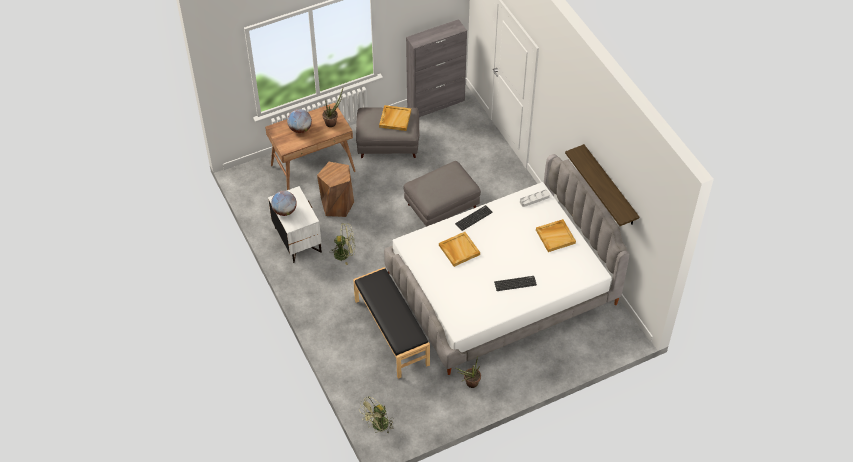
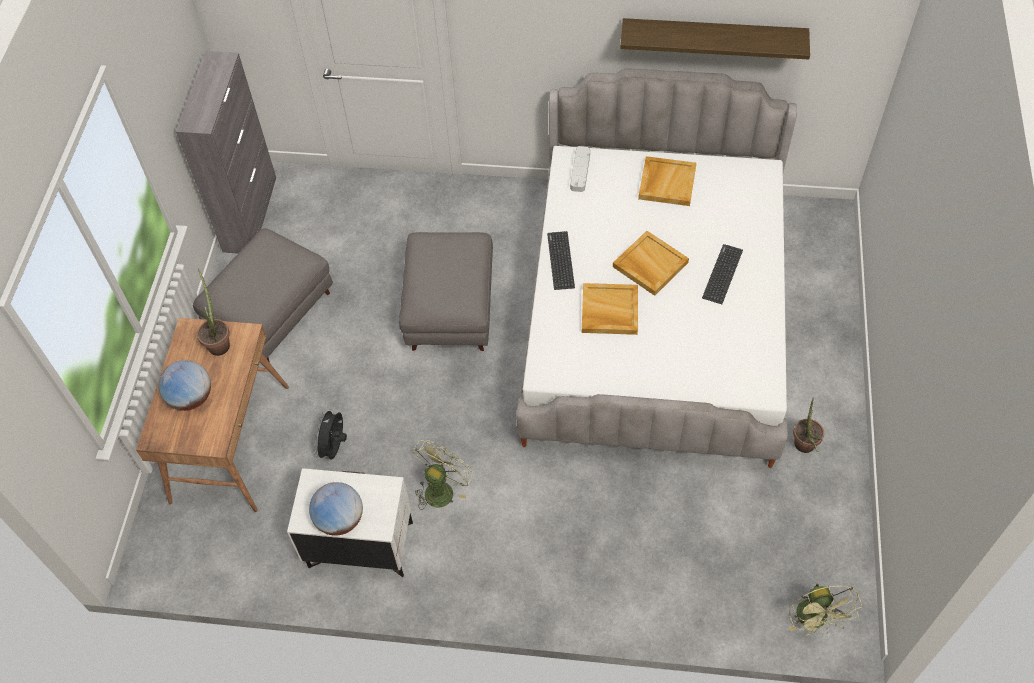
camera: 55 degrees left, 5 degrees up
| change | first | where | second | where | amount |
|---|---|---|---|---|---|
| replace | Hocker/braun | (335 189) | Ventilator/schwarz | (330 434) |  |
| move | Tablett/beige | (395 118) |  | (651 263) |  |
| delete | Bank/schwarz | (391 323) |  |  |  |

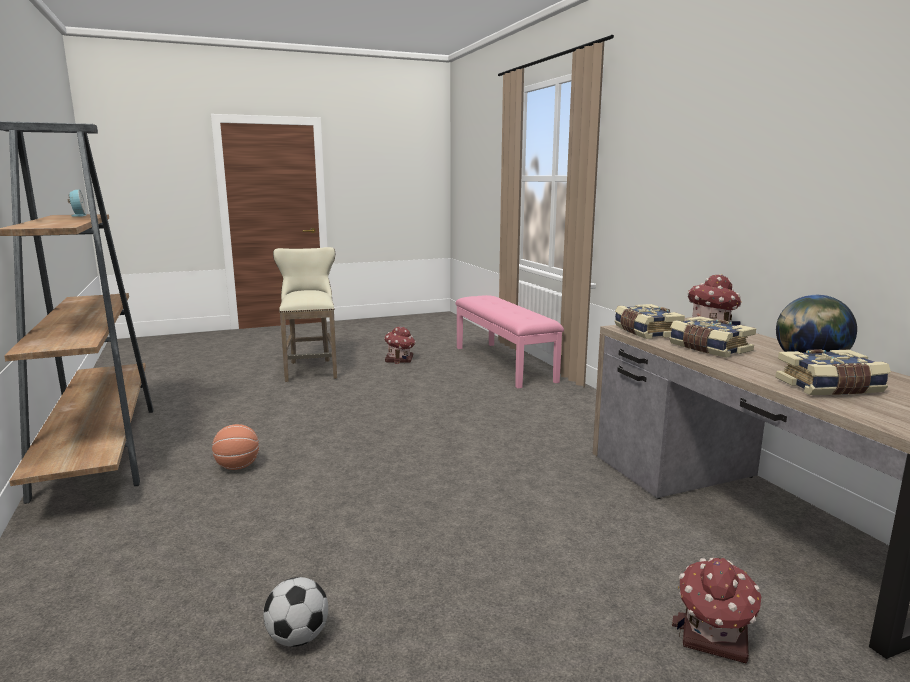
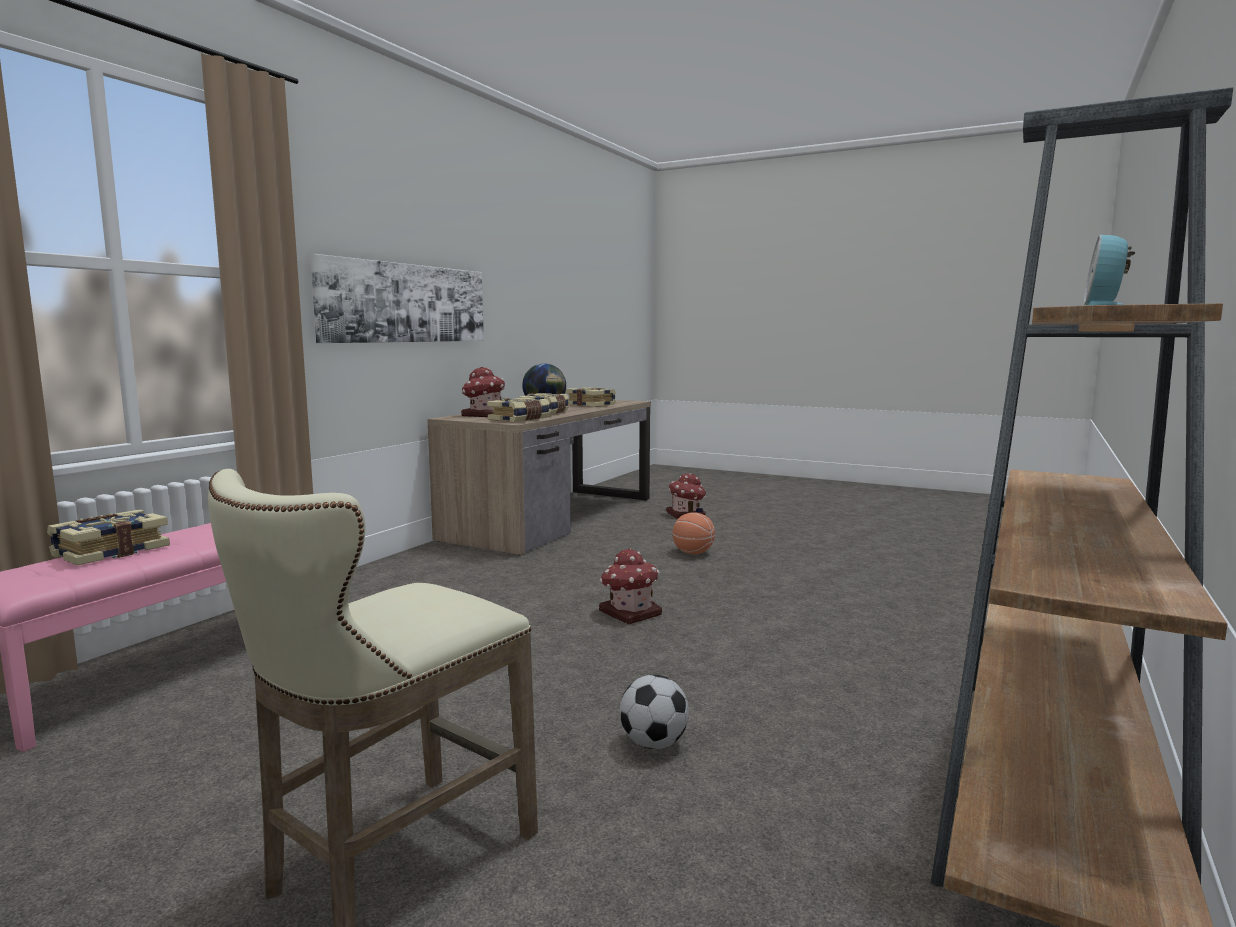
camera: 130 degrees left, 5 degrees down
| change | first | where | second | where | amount |
|---|---|---|---|---|---|
| insert |  |  | Buch | (108 537) |  |
| insert |  |  | Bild | (397 298) |  |
| move | Spielzeughaus | (400 345) |  | (630 586) |  |
| move | Fußball | (295 612) |  | (654 712) |  |
| move | Basketball | (235 447) |  | (694 533) |  |

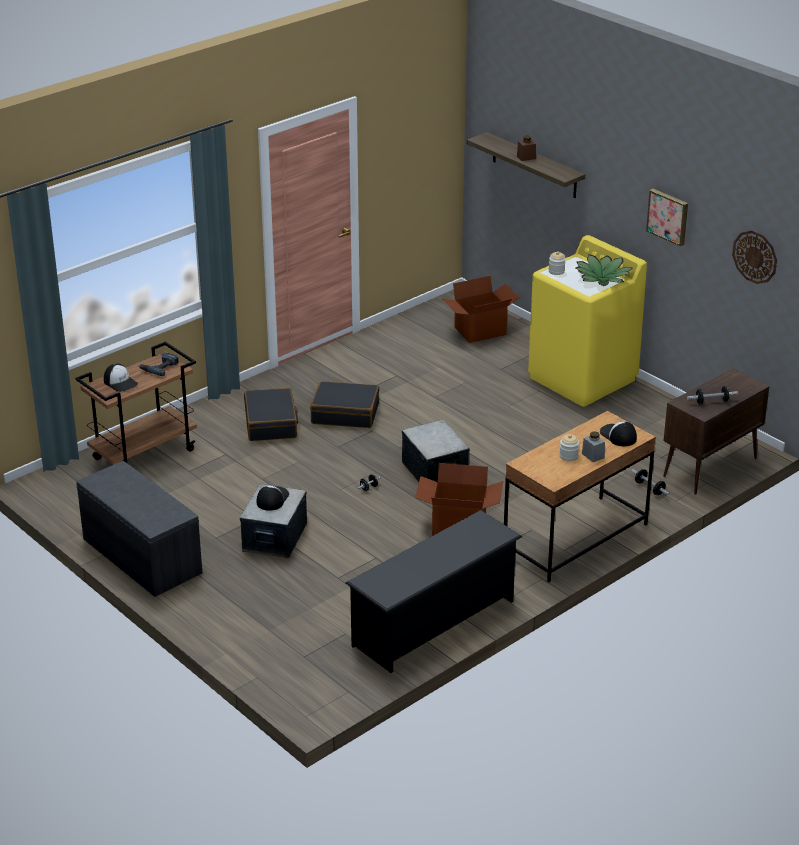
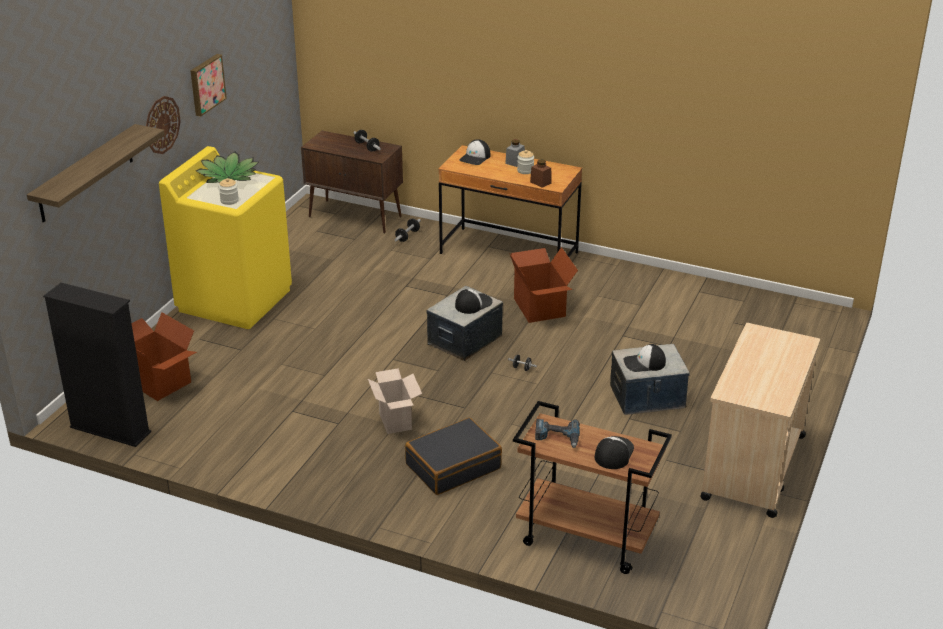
camera: 115 degrees left, 0 degrees up
| change | first | where | second | where | amount |
|---|---|---|---|---|---|
| insert |  |  | Bücherregal/schwarz | (97 365) |  |
| move | Wanduhr | (754 257) |  | (163 125) |  |
| replace | Koffer/schwarz | (344 404) | Karton | (395 401) |  |
| insert |  |  | Kappe | (474 301) |  |
| move | Vorratsglas/braun | (526 148) |  | (541 173) |  |
| replace | Bank/grau | (139 529) | Rollwagen/beige | (760 420) |  |
| delete | Schuhregal/schwarz | (434 591) |  |  |  |

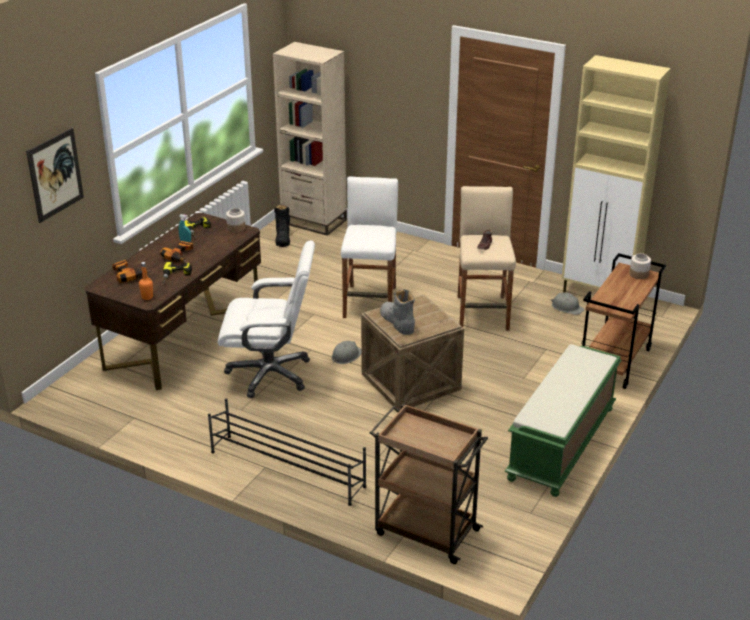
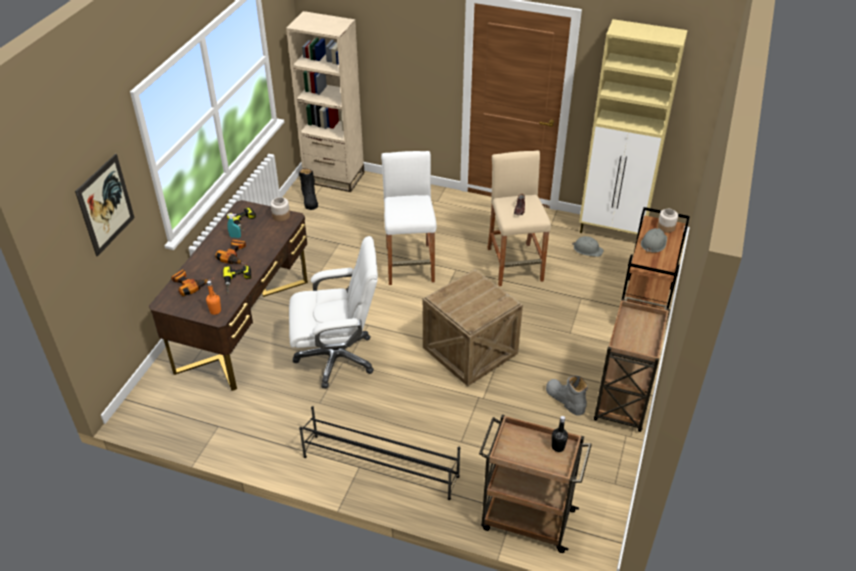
camera: 10 degrees left, 10 degrees up
| change | first | where | second | where | amount |
|---|---|---|---|---|---|
| move | Stiefel/grau | (397 312) |  | (567 395) |  |
| insert |  |  | Flasche/schwarz | (560 434) |  |
| replace | Bank/grün | (563 420) | Rollwagen/braun | (632 364) |  |
| move | Schutzhelm/grau | (346 352) |  | (654 240) |  |

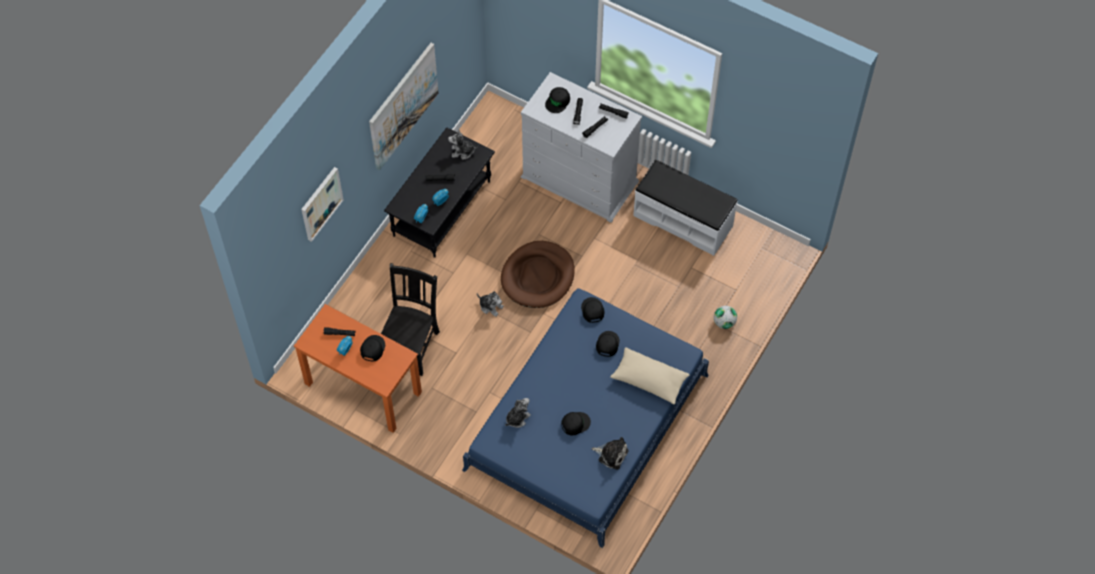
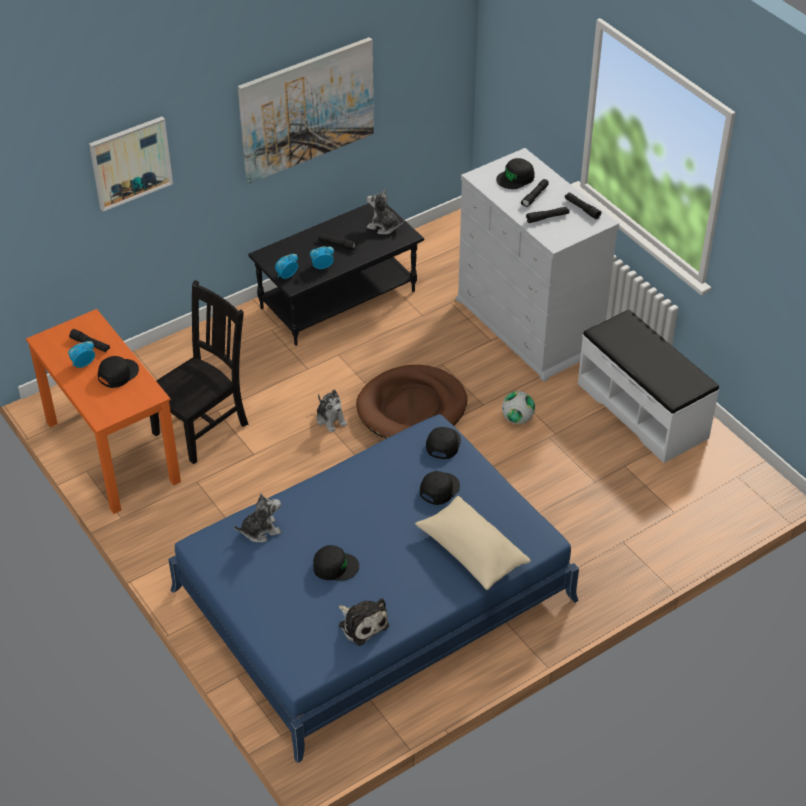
camera: 25 degrees right, 15 degrees down
| change | first | where | second | where | amount |
|---|---|---|---|---|---|
| move | Fußball | (725 317) |  | (518 407) |  |

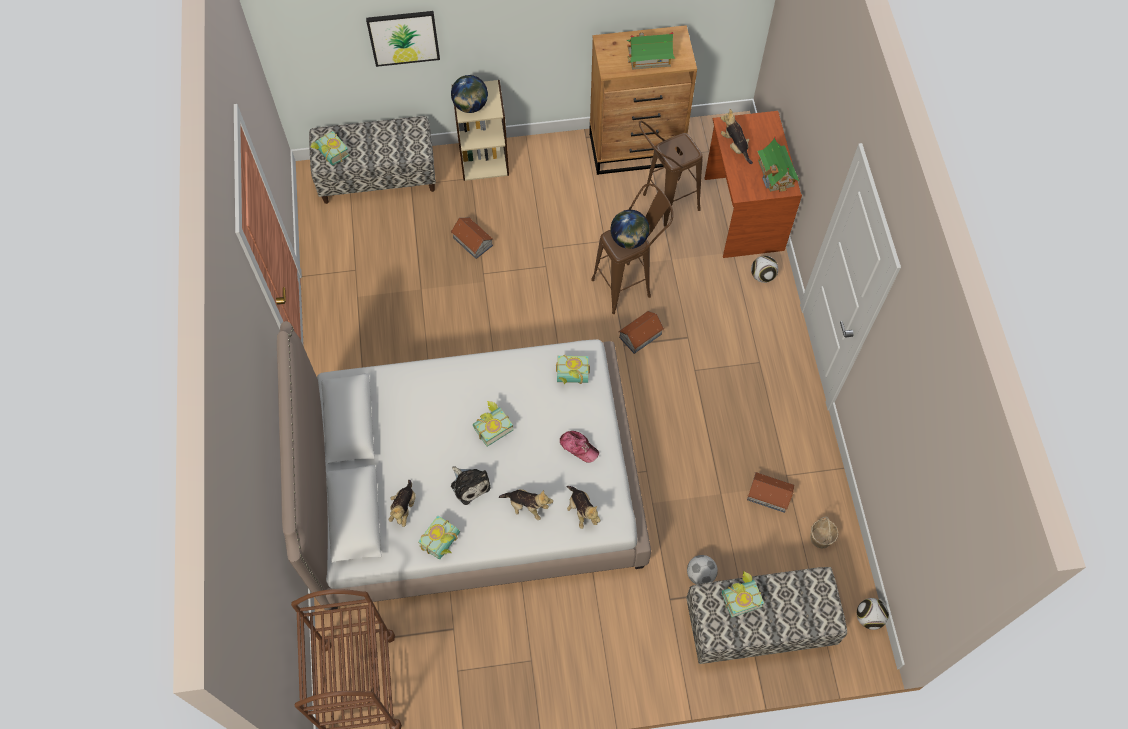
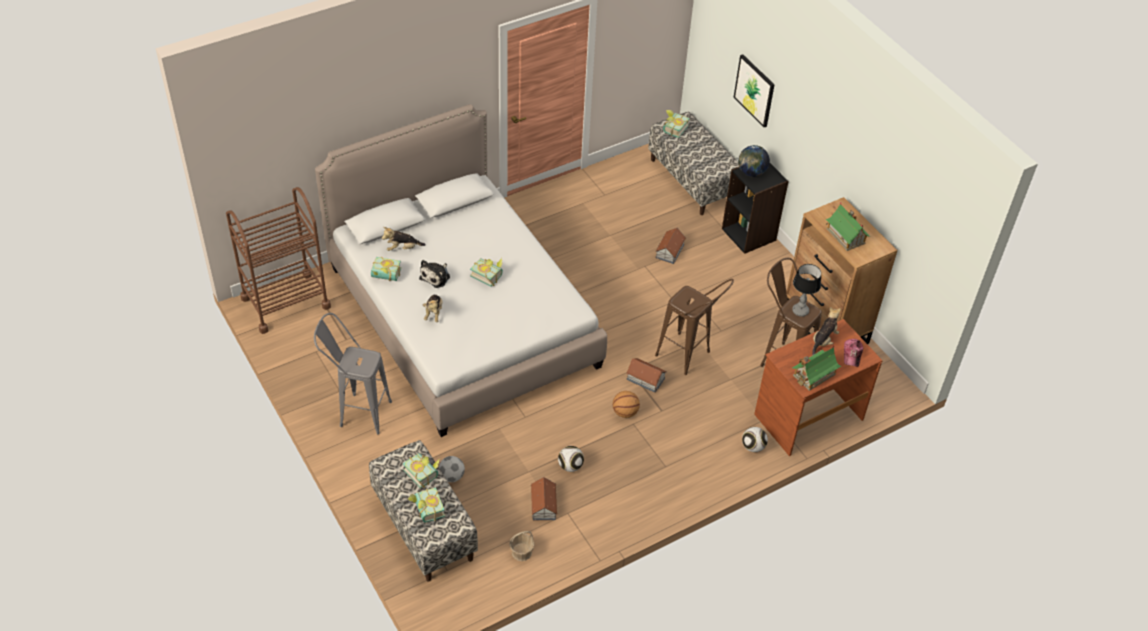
camera: 65 degrees right, 15 degrees down
| change | first | where | second | where | amount |
|---|---|---|---|---|---|
| insert |  |  | Hocker/grau | (353 373) |  |
| move | Buch | (573 369) |  | (426 505) |  |
| move | Fußball | (873 614) |  | (571 459) |  |
| insert |  |  | Basketball | (626 404) |  |
| recolor | Bücherregal/beige | (480 130) | Bücherregal/schwarz | (755 208) |  |
| insert |  |  | Tischlampe | (806 290) |  |
| move | Kappe | (579 447) |  | (853 353) |  |
| delete | Plüschtier | (583 507) |  |  |  |
| delete | Globus | (630 229) |  |  |  |

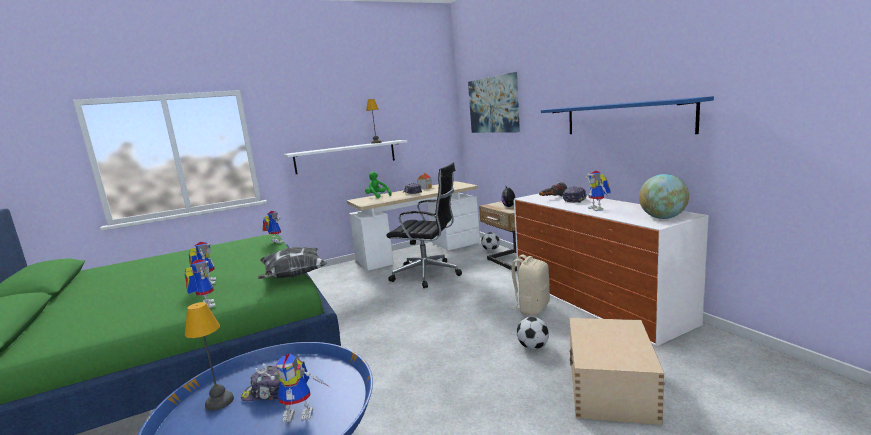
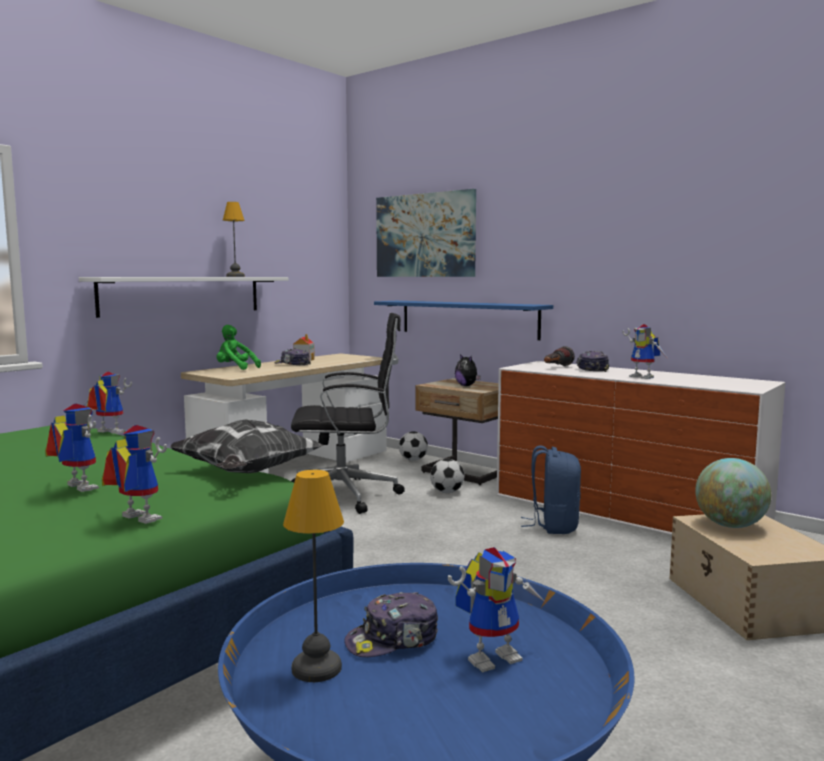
camera: 25 degrees left, 5 degrees down
| change | first | where | second | where | amount |
|---|---|---|---|---|---|
| move | Wandregal/blau | (627 115) |  | (463 320) |  |
| move | Fußball | (533 333) |  | (447 476) |  |
| recolor | Rucksack/beige | (529 285) | Rucksack/blau | (551 490) |  |
| move | Globus | (664 196) |  | (733 493) |  |

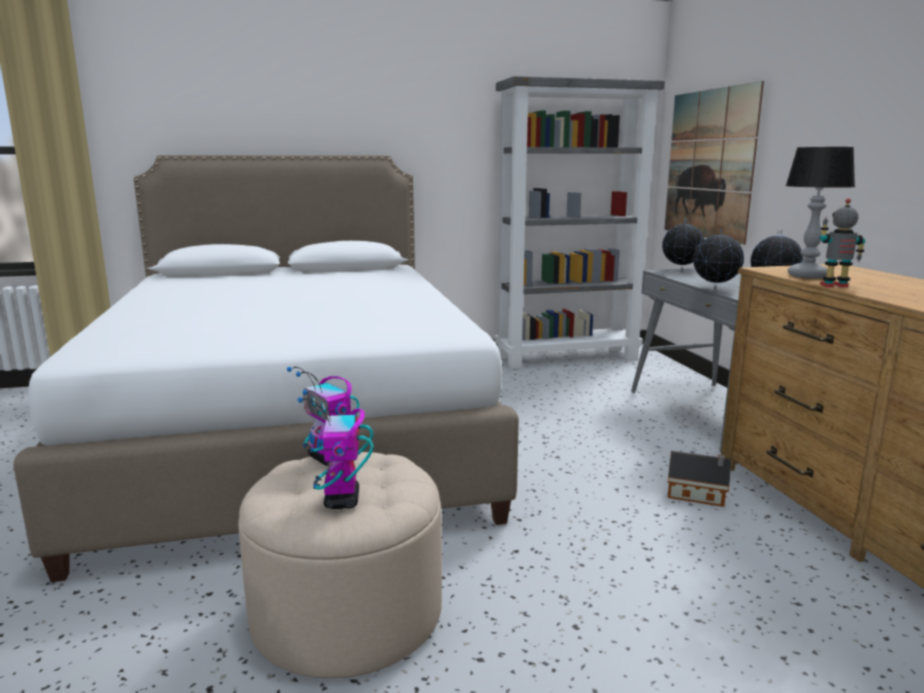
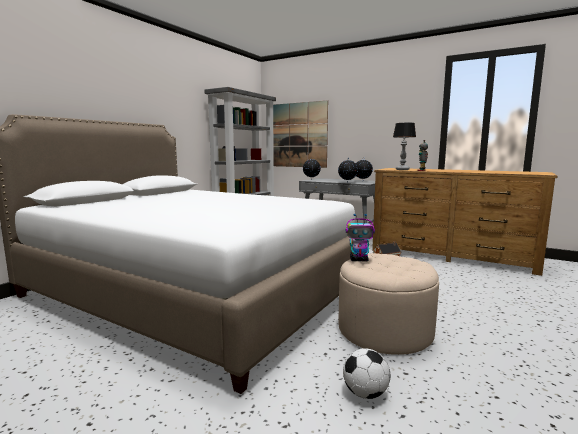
camera: 45 degrees left, 5 degrees down
| change | first | where | second | where | amount |
|---|---|---|---|---|---|
| insert |  |  | Fußball | (366 373) |  |
| delete | Spielzeugroboter | (336 449) |  |  |  |

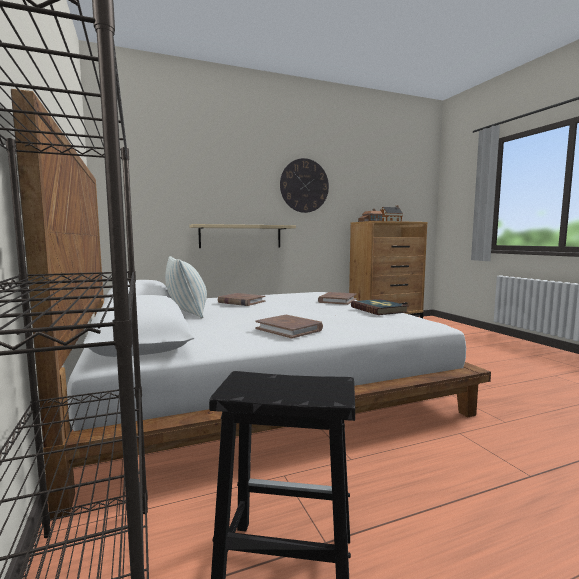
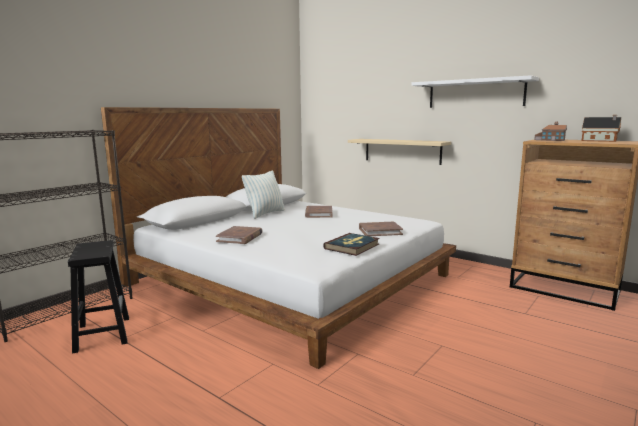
camera: 60 degrees right, 5 degrees up
| change | first | where | second | where | amount |
|---|---|---|---|---|---|
| replace | Wanduhr | (304 185) | Wandregal/weiß | (475 91) |  |

